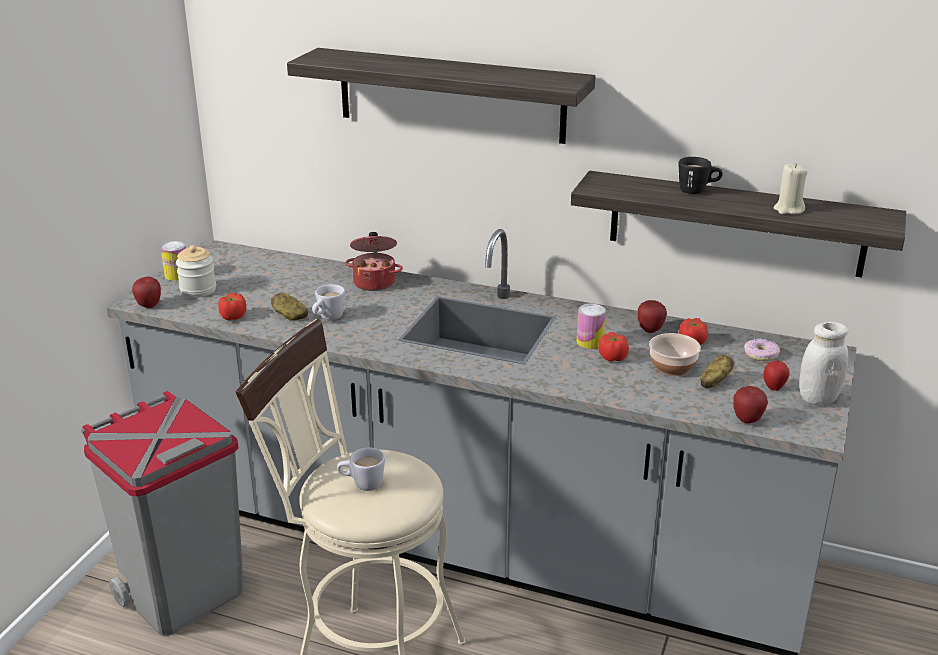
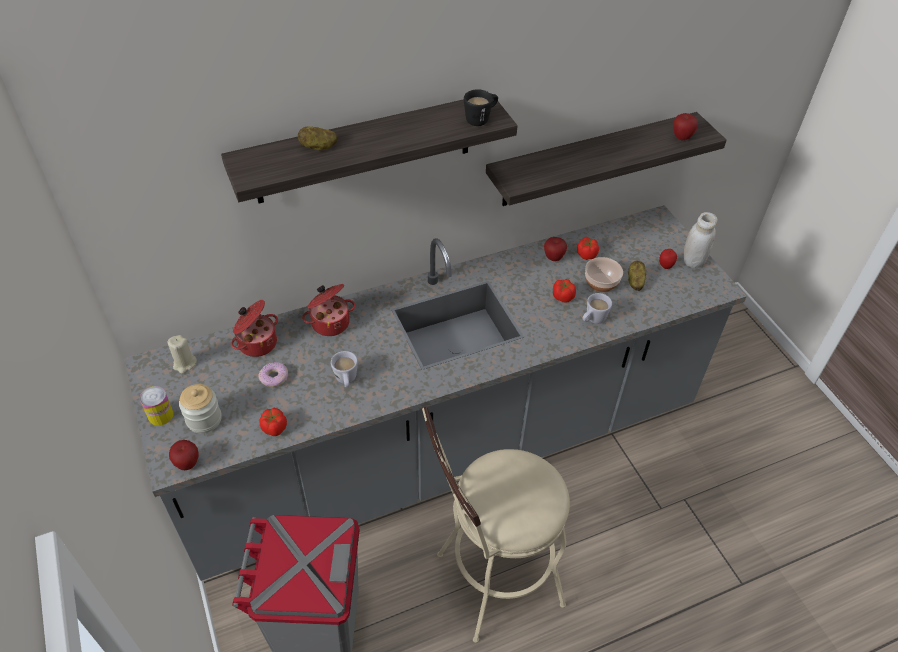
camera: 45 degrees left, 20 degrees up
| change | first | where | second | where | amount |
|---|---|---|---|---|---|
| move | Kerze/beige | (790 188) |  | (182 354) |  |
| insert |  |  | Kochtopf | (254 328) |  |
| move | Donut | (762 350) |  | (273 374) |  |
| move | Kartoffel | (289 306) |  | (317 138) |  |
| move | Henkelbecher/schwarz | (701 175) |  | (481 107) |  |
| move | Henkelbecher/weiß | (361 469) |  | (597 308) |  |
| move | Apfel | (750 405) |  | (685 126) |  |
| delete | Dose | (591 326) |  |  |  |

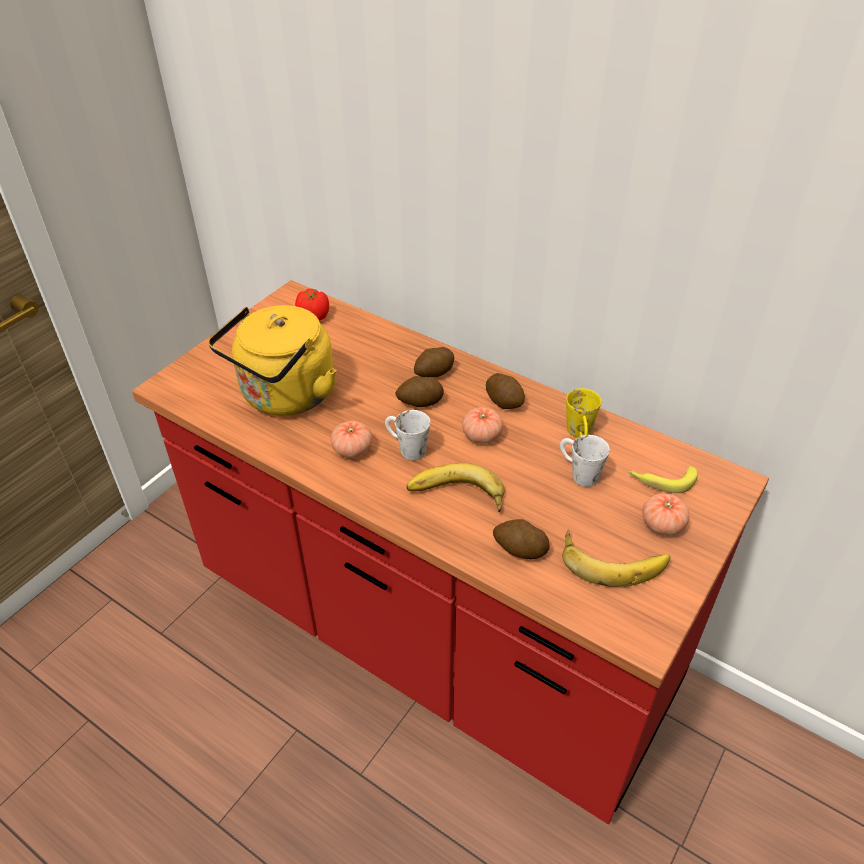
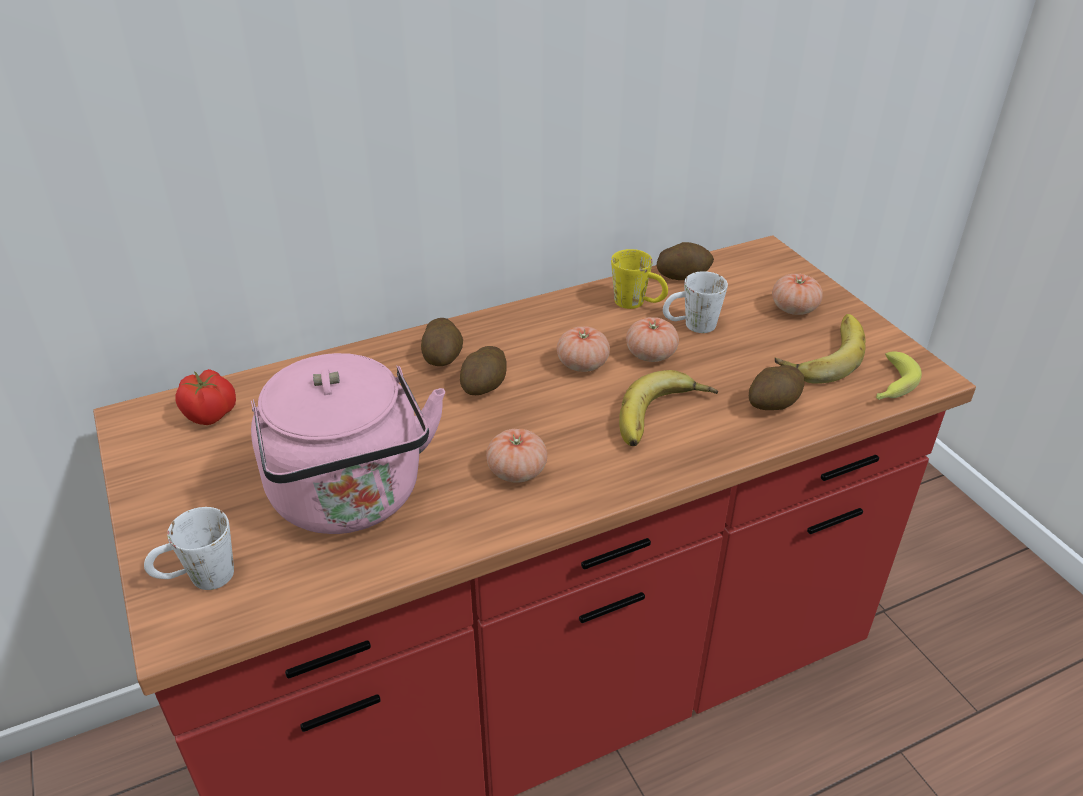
camera: 60 degrees left, 5 degrees down
| change | first | where | second | where | amount |
|---|---|---|---|---|---|
| move | Henkelbecher/weiß | (407 435) |  | (189 548) |  |
| recolor | Wasserkessel/gelb | (272 360) | Wasserkessel/rosa | (348 443) |  |
| insert |  |  | Tomate | (652 339) |  |
| move | Kartoffel | (505 391) |  | (685 261) |  |
| move | Banane | (663 479) |  | (899 375) |  |

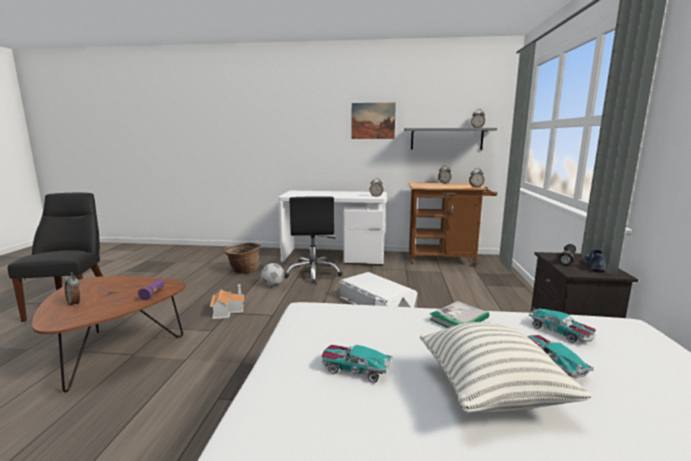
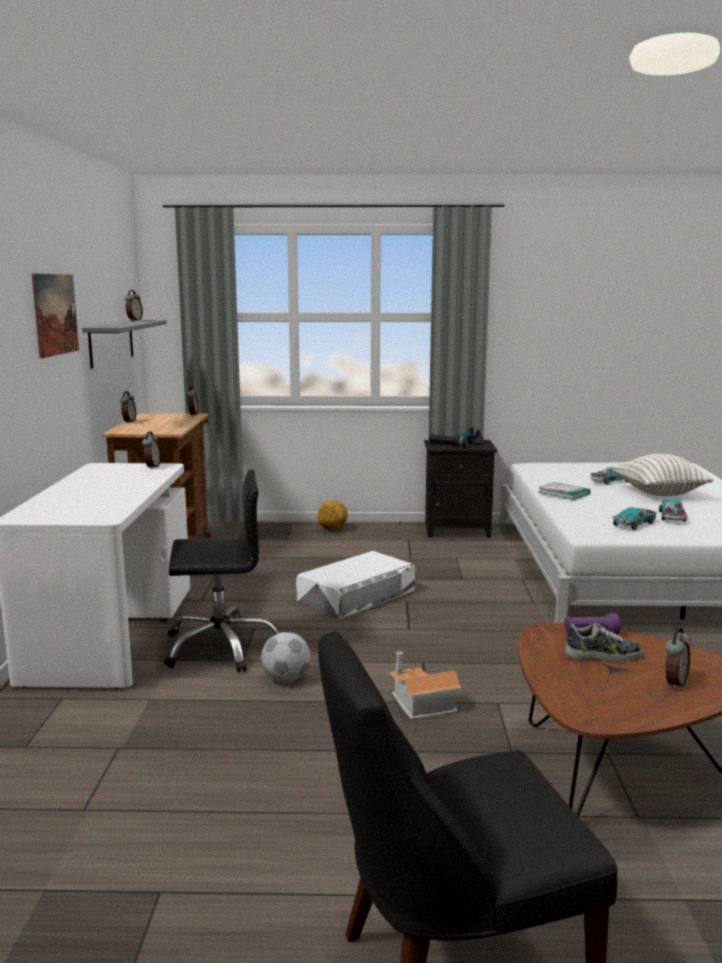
camera: 95 degrees left, 0 degrees up
| change | first | where | second | where | amount |
|---|---|---|---|---|---|
| insert |  |  | Fußball | (332 515) |  |
| insert |  |  | Schuh | (604 642) |  |
| move | Spielzeugauto | (562 326) |  | (634 518) |  |
| delete | Korb | (243 258) |  |  |  |

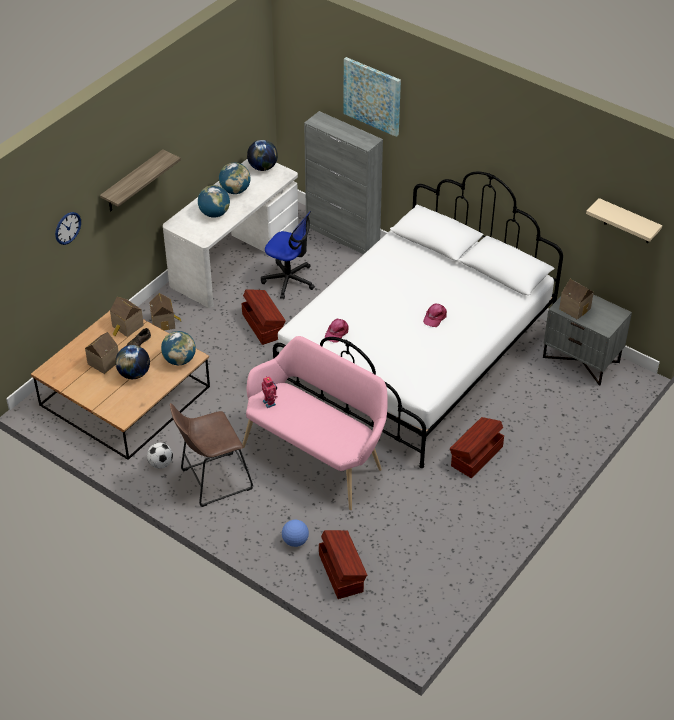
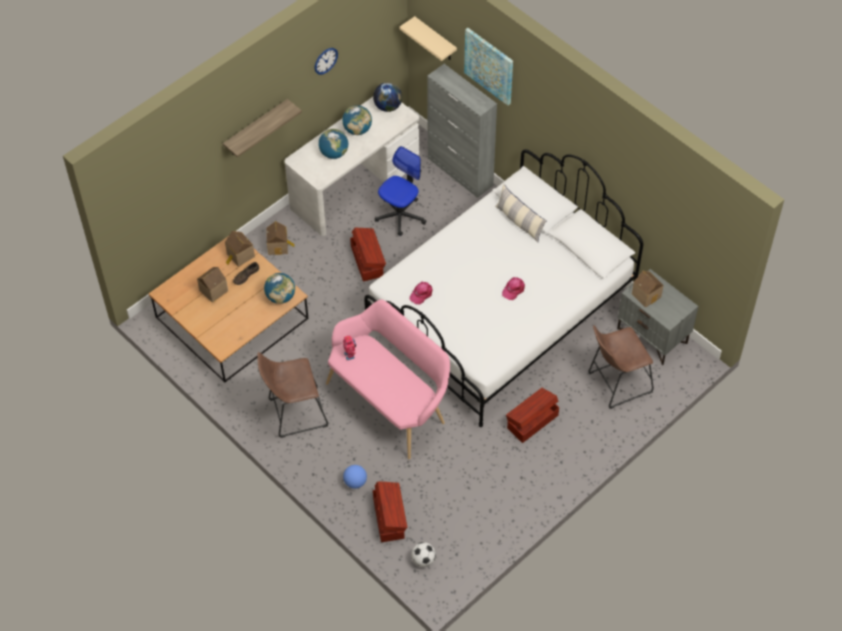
camera: 10 degrees right, 10 degrees up
| change | first | where | second | where | amount |
|---|---|---|---|---|---|
| move | Wanduhr | (68 228) |  | (326 61) |  |
| rotate | Bürostuhl | (288 255) |  | (401 191) | 90 degrees counterclockwise |
| move | Wandregal/beige | (624 220) |  | (428 38) |  |
| move | Fußball | (160 456) |  | (423 554) |  |
| insert |  |  | Kissen | (521 213) |  |
| insert |  |  | Hocker/braun | (621 367) |  |
| delete | Globus | (132 362) |  |  |  |

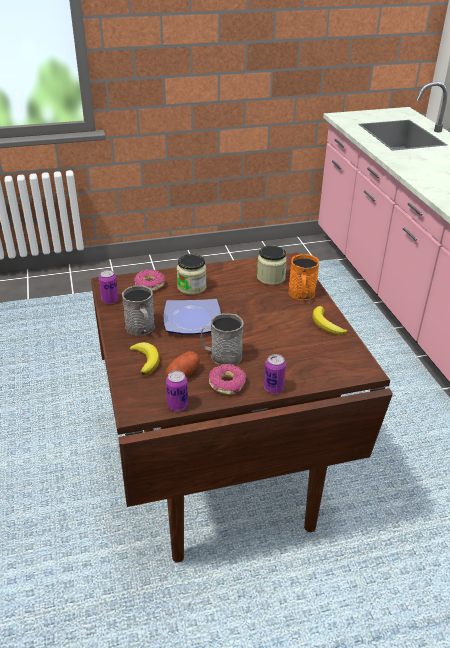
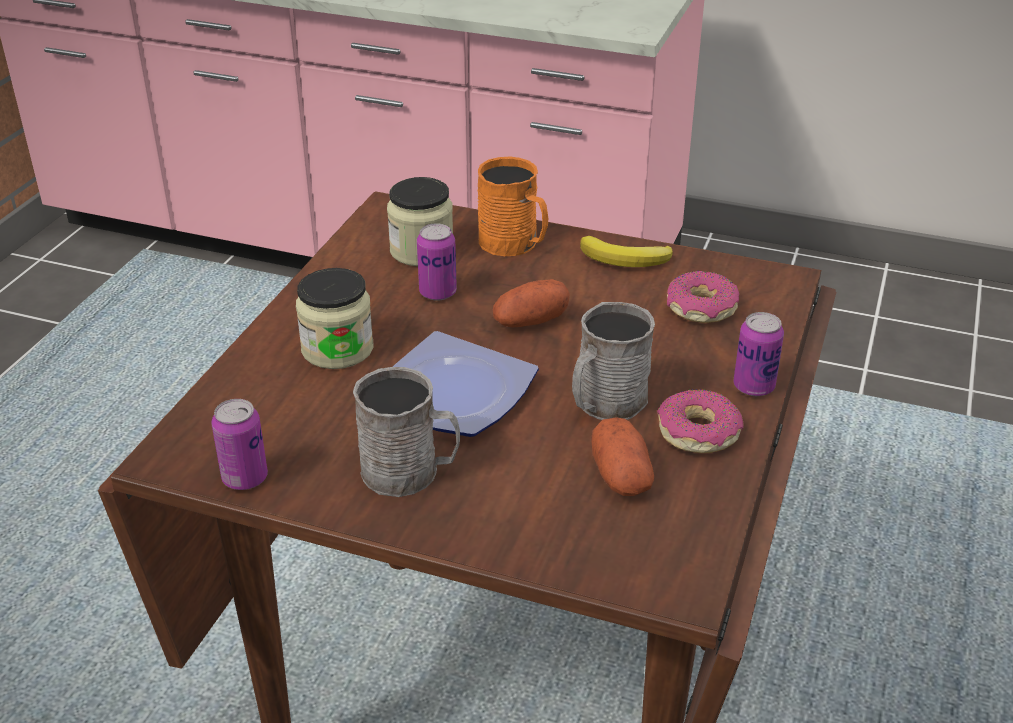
camera: 55 degrees left, 0 degrees up
| change | first | where | second | where | amount |
|---|---|---|---|---|---|
| move | Dose | (177 390) |  | (437 262) |  |
| insert |  |  | Kartoffel | (531 303) |  |
| move | Donut | (149 280) |  | (703 297) |  |
| delete | Banane | (144 358) |  |  |  |

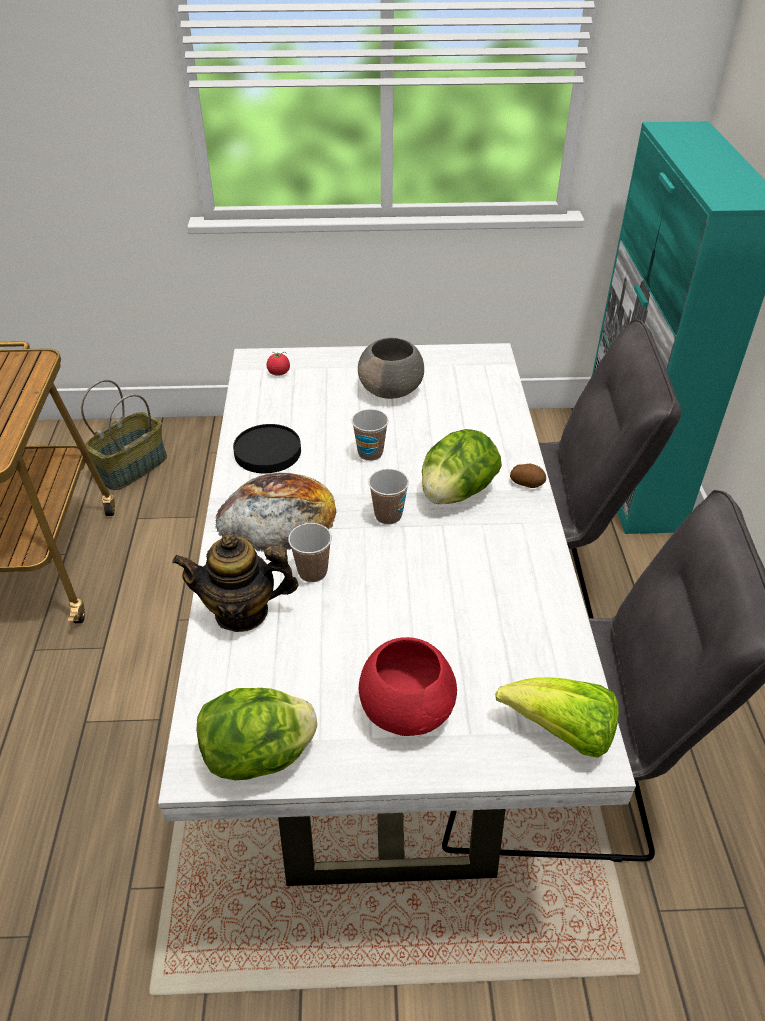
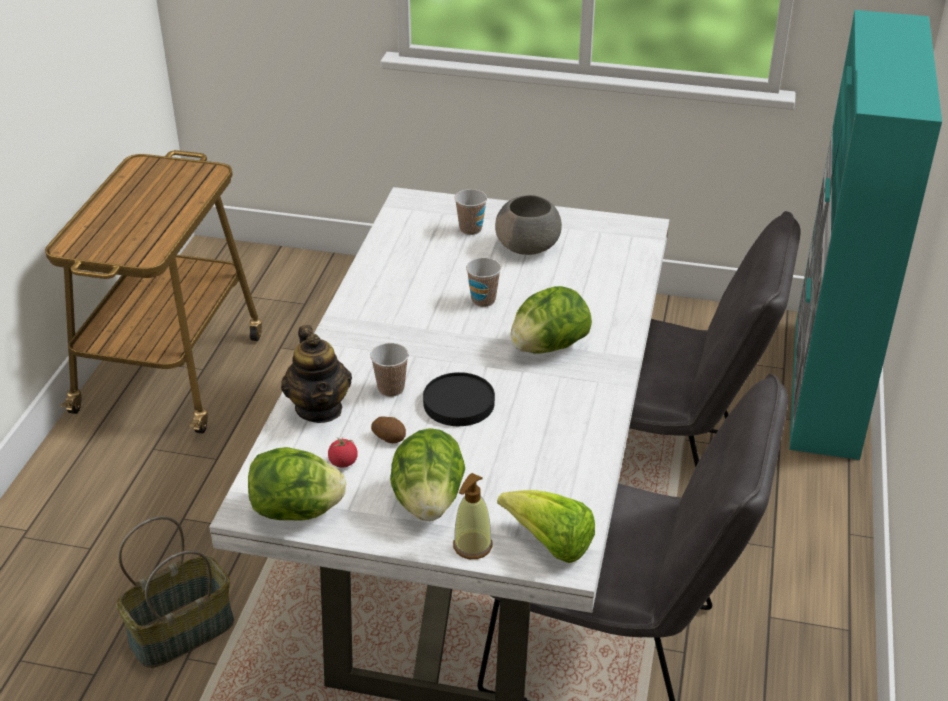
camera: 15 degrees right, 5 degrees down
| change | first | where | second | where | amount |
|---|---|---|---|---|---|
| move | Korb | (124 435) |  | (175 592) |  |
| rotate | Teekanne | (235 583) |  | (316 374) | 120 degrees counterclockwise |
| move | Tomate | (278 364) |  | (343 452) |  |
| move | Kartoffel | (528 476) |  | (388 429) |  |
| replace | Schüssel/rot | (408 686) | Salatkopf | (427 474) |  |
| move | Teller/schwarz | (267 448) |  | (459 399) |  |
| insert |  |  | Seifenspender | (473 516) |  |
| move | Tasse | (388 496) |  | (470 212) |  |
| delete | Brot | (275 512) |  |  |  |

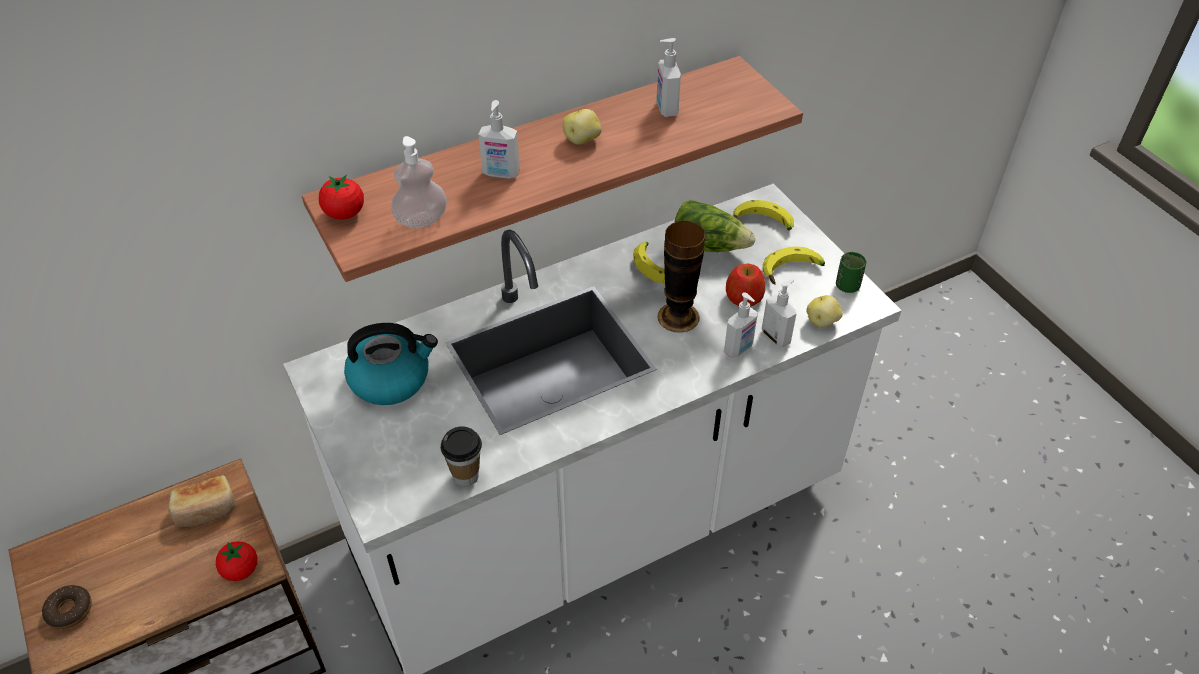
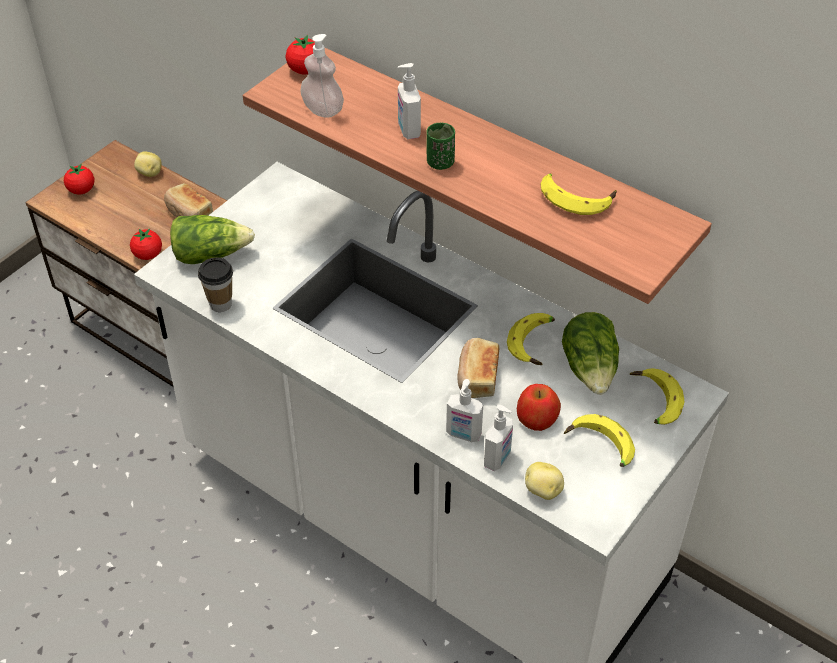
camera: 65 degrees right, 0 degrees up
| change | first | where | second | where | amount |
|---|---|---|---|---|---|
| replace | Donut | (67 607) | Tomate | (79 179) |  |
| move | Kartoffel | (582 127) |  | (148 164) |  |
| insert |  |  | Salatkopf | (212 239) |  |
| move | Tasse/grün | (851 272) |  | (440 146) |  |
| replace | Vase | (681 277) | Brot | (478 368) |  |
| replace | Seifenspender | (668 77) | Banane | (578 194) |  |
| delete | Wasserkessel | (391 364) |  |  |  |

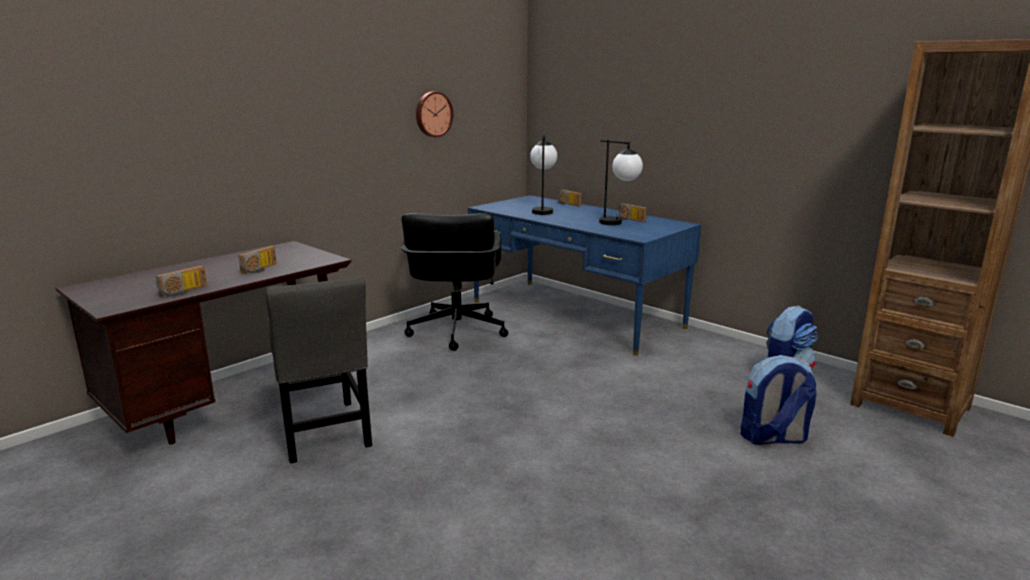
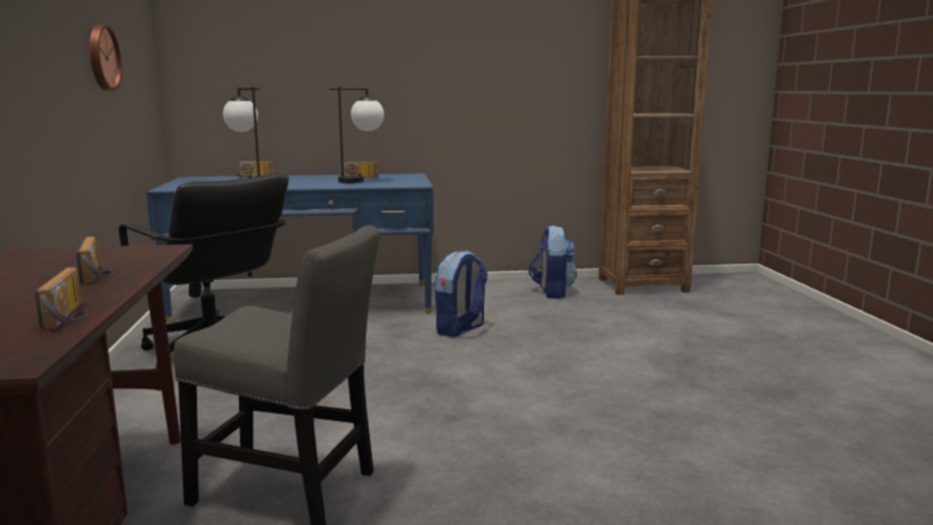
camera: 50 degrees left, 5 degrees down
| change | first | where | second | where | amount |
|---|---|---|---|---|---|
| move | Rucksack | (778 400) |  | (461 294) |  |

